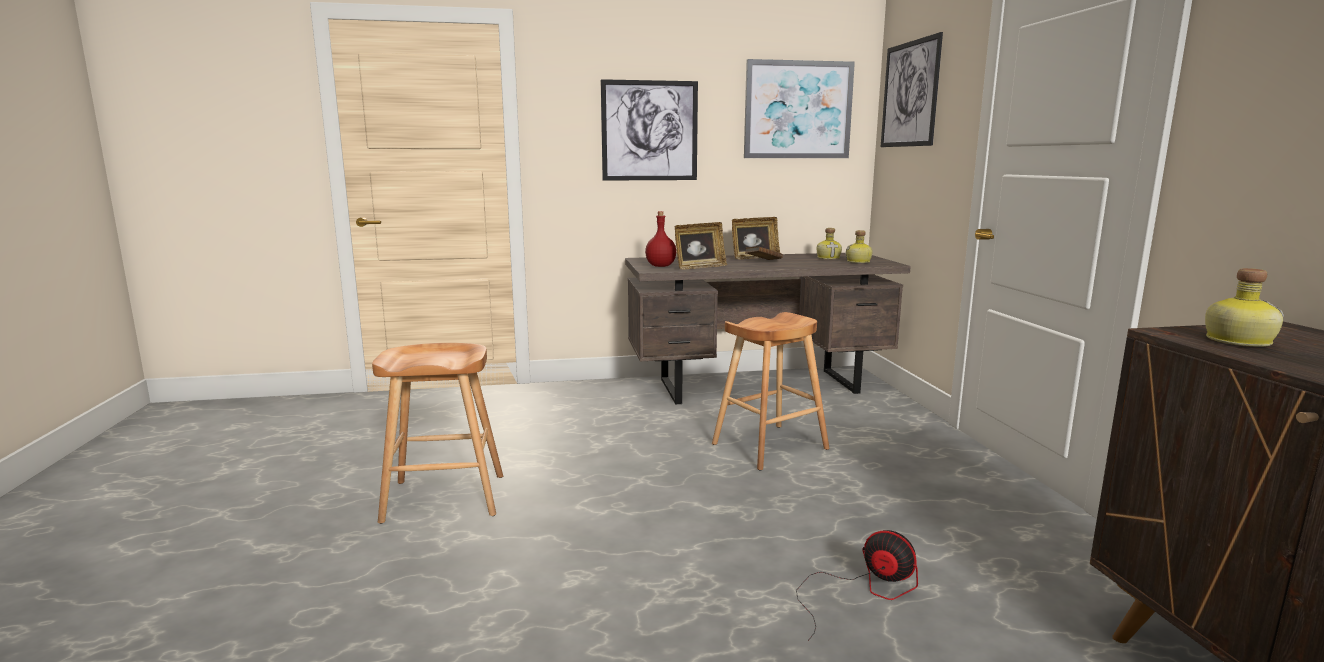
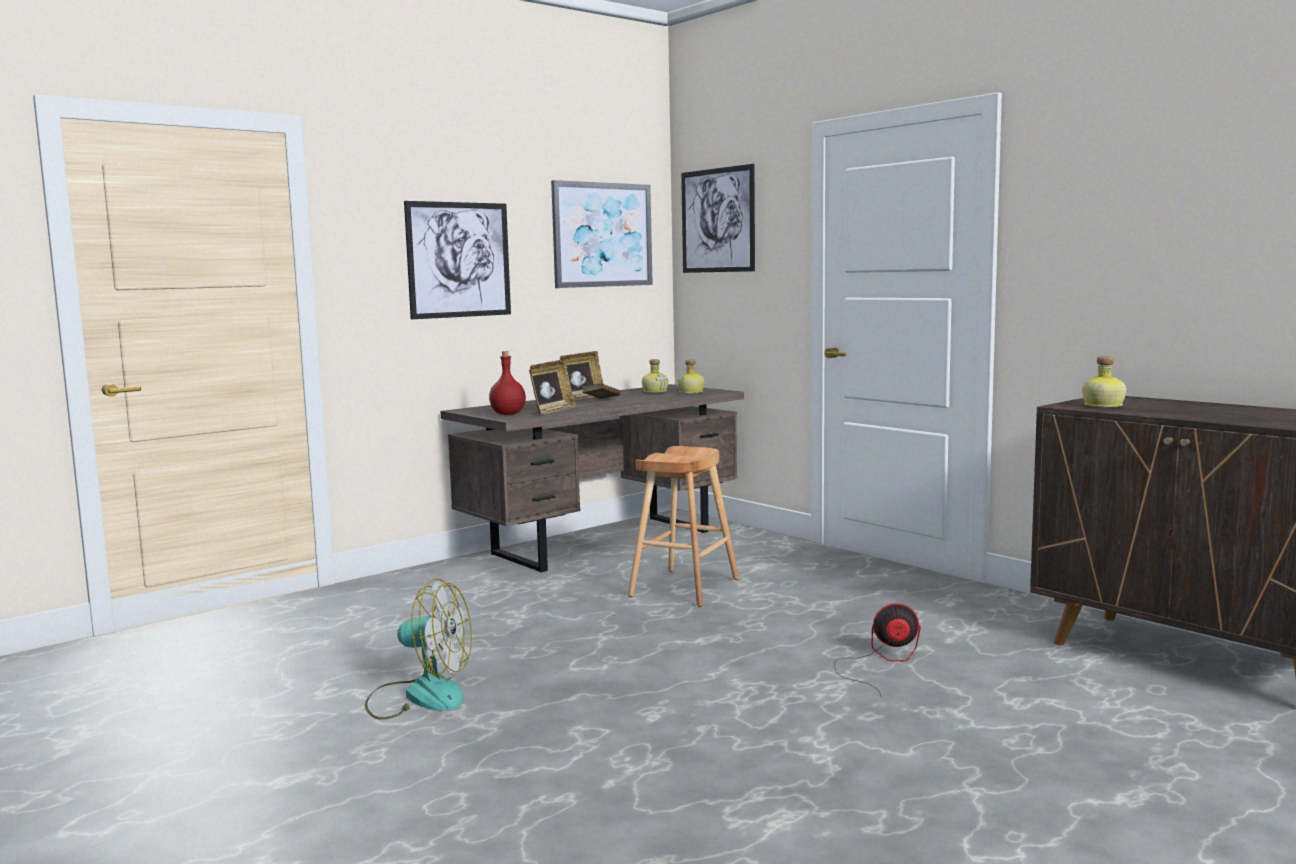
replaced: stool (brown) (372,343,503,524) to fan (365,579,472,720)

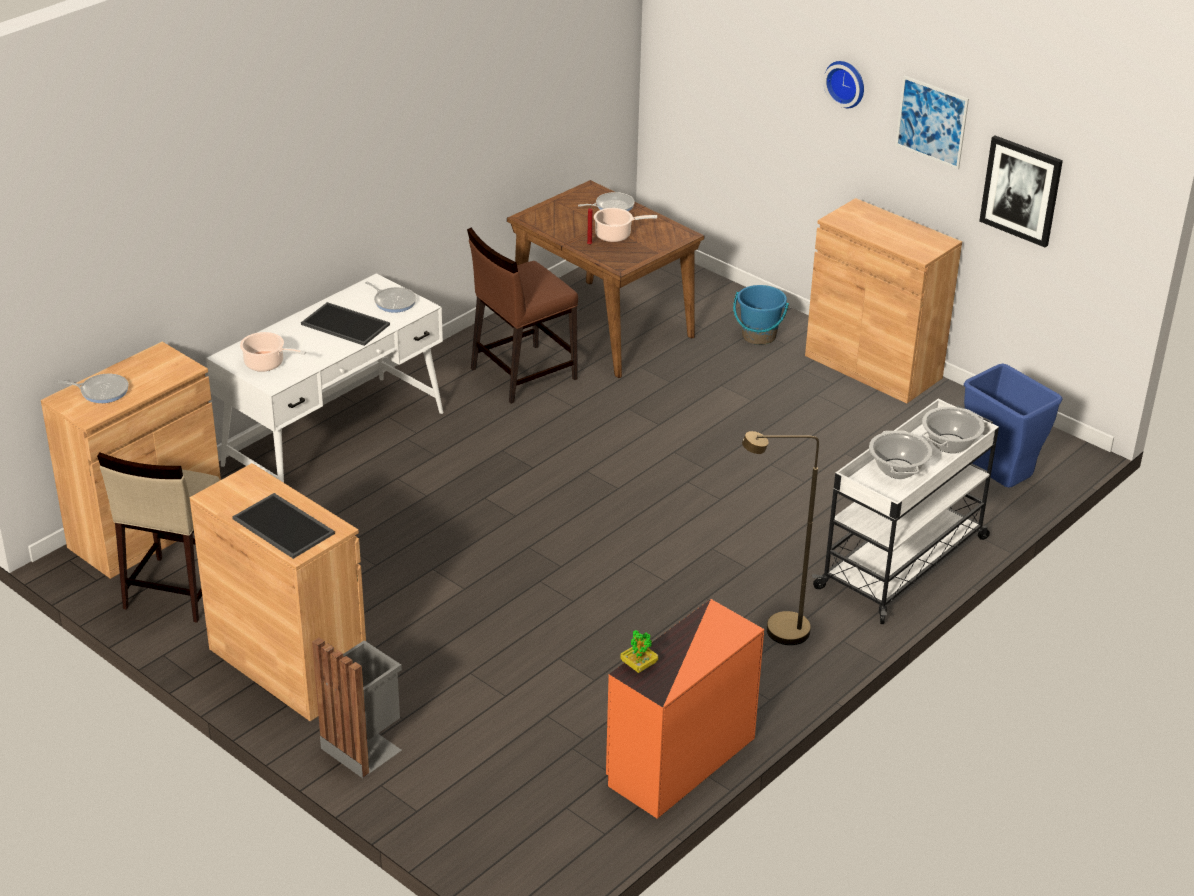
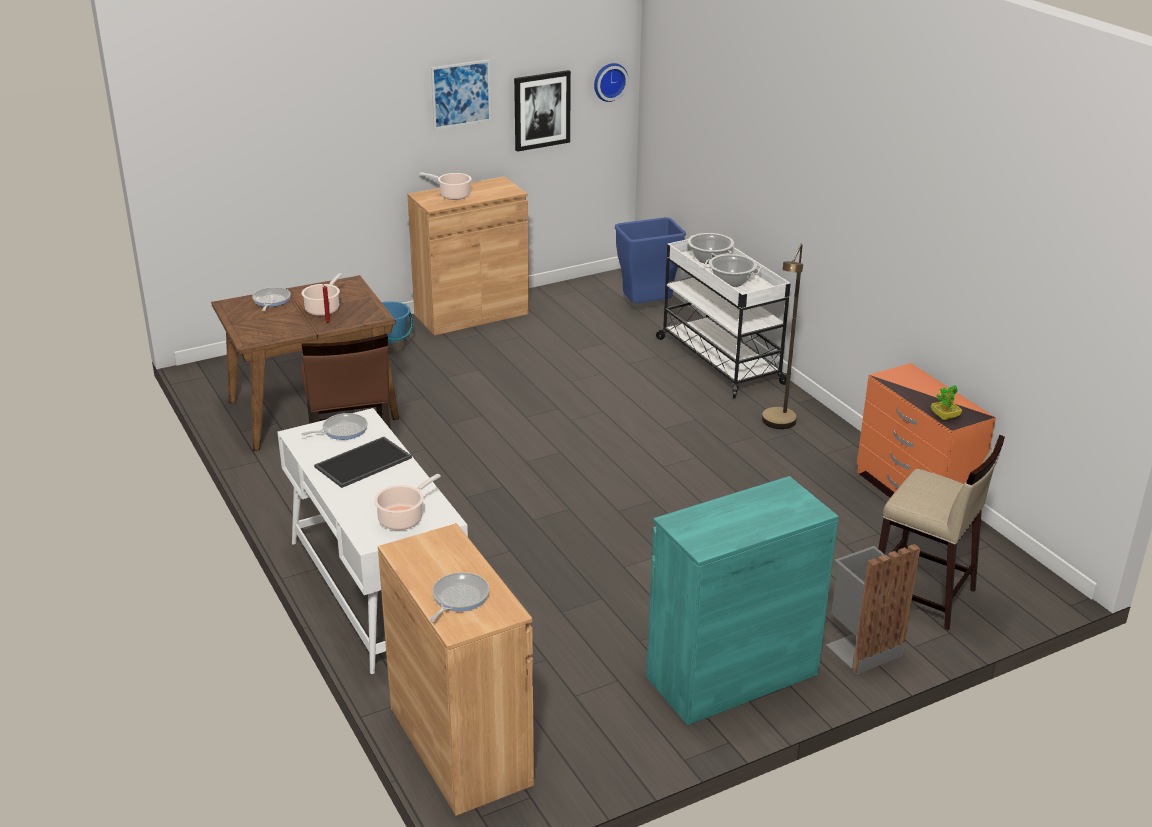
removed: tray (232,493,335,559)
added: cooking pot (419,172,472,200)
moved: wall clock (823,61,864,108) to (594,63,628,102); stool (beige) (97,452,220,622) to (878,435,1005,630)
recoloured: cabinet (brown) (190,463,366,721) to cabinet (turquoise) (646,476,839,725)

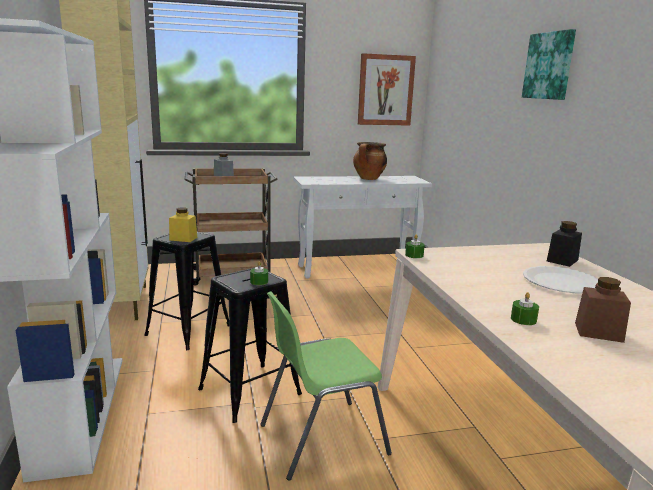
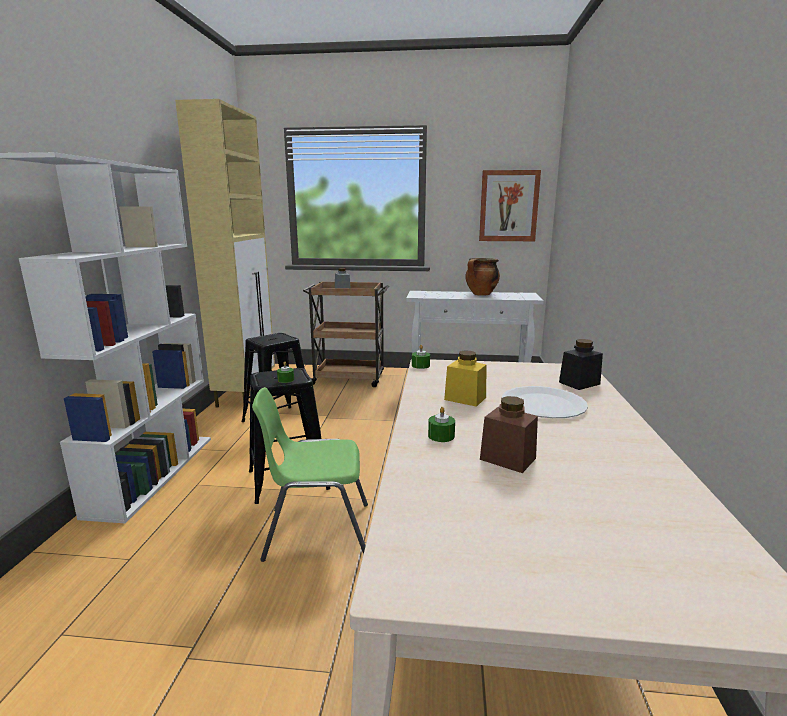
removed: picture (522,29,576,100)
moved: jar (yellow) (169,207,197,242) to (444,351,487,407)

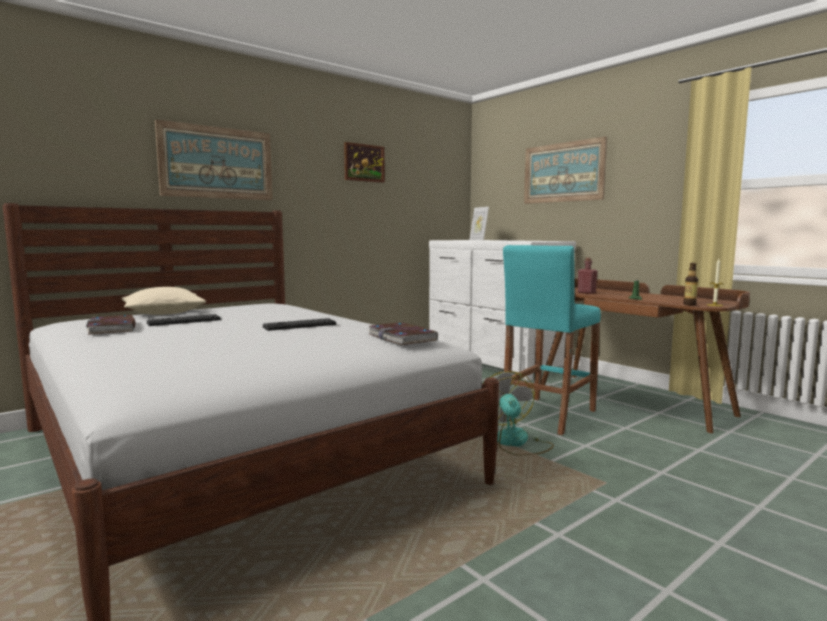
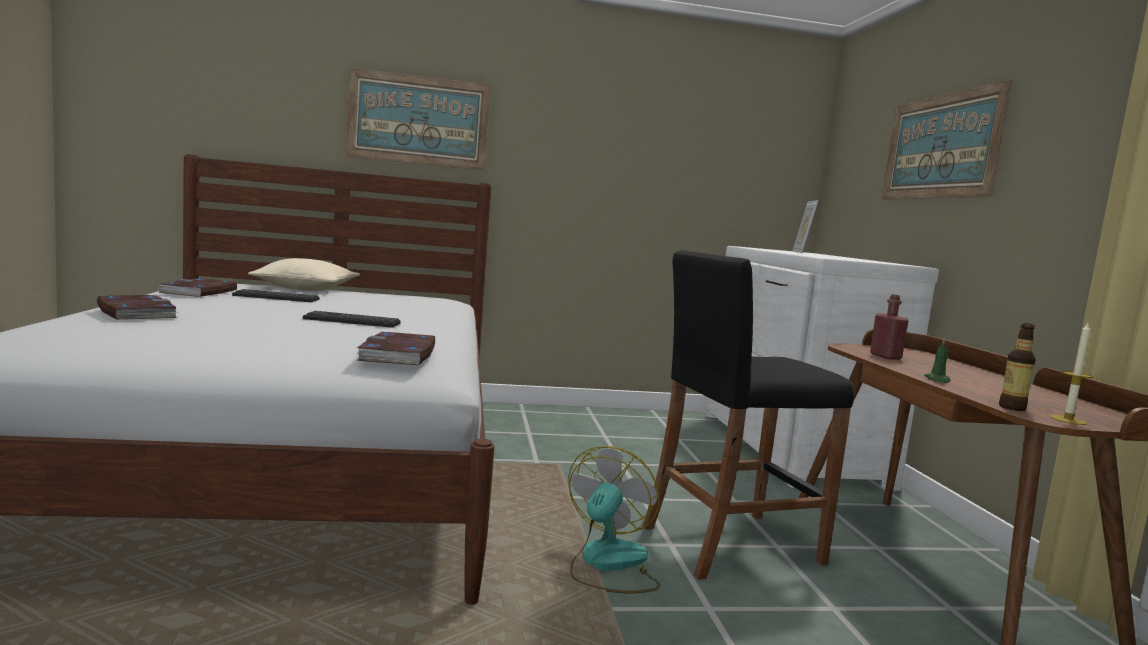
removed: picture (344,142,385,183)
added: book (97,295,180,320)
recoloured: stool (turquoise) (503,245,601,435) to stool (black) (644,250,854,580)

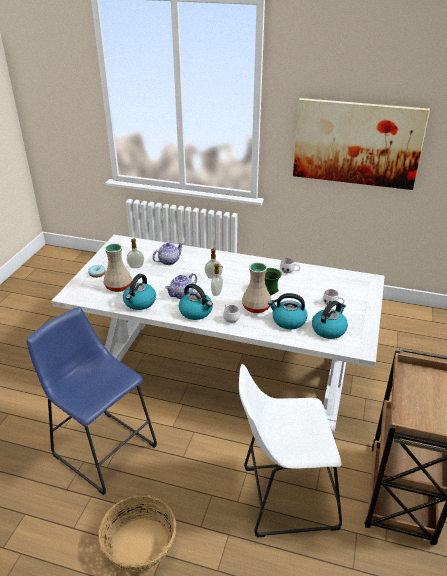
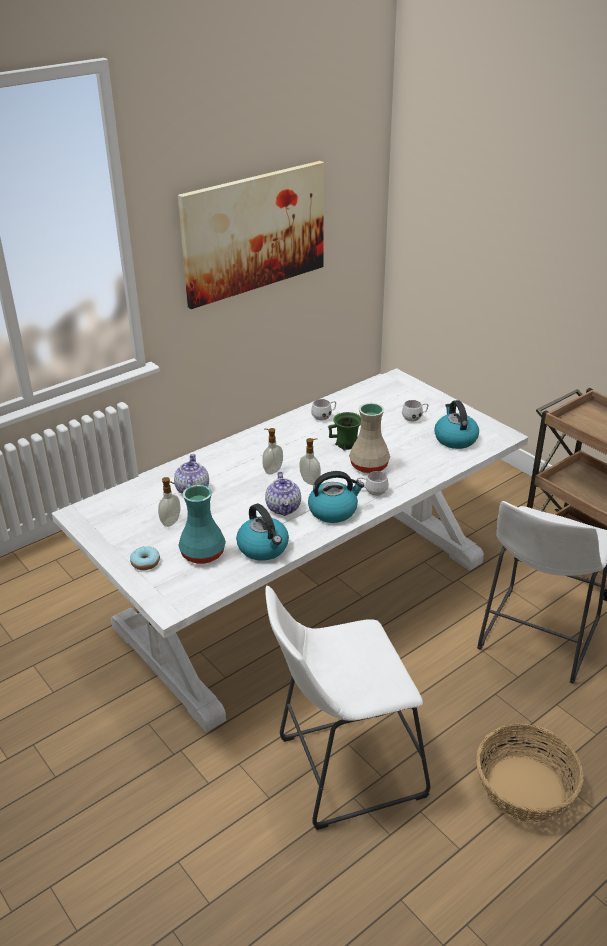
removed: kettle (268,293,307,329)
recoloured: vase (beige) (104,243,132,292) to vase (turquoise) (178,485,226,564); stool (blue) (26,307,157,495) to stool (white) (265,586,430,830)

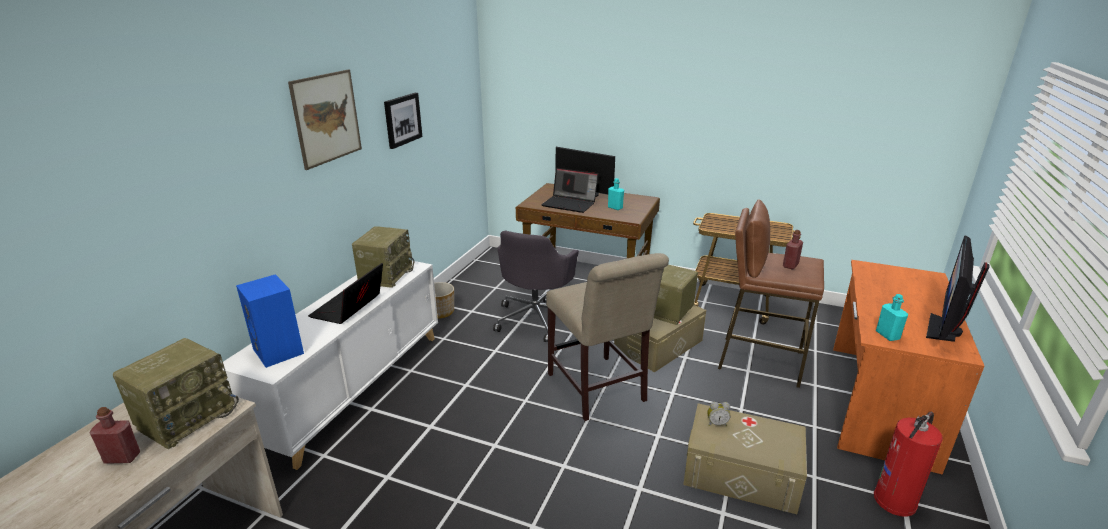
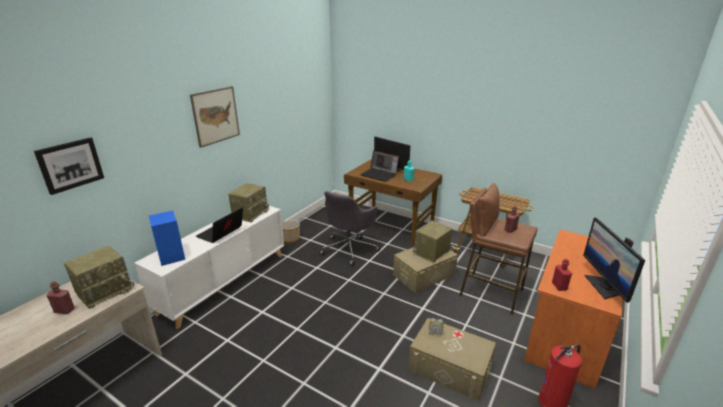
removed: chair (beige) (546,253,669,421)
moved: picture (384,93,422,149) to (34,137,104,195)
recoloured: bottle (turquoise) (876,294,908,341) to bottle (red) (552,259,572,291)
turned: monitor (926,235,990,342) = (583,218,645,303) 45 degrees counterclockwise

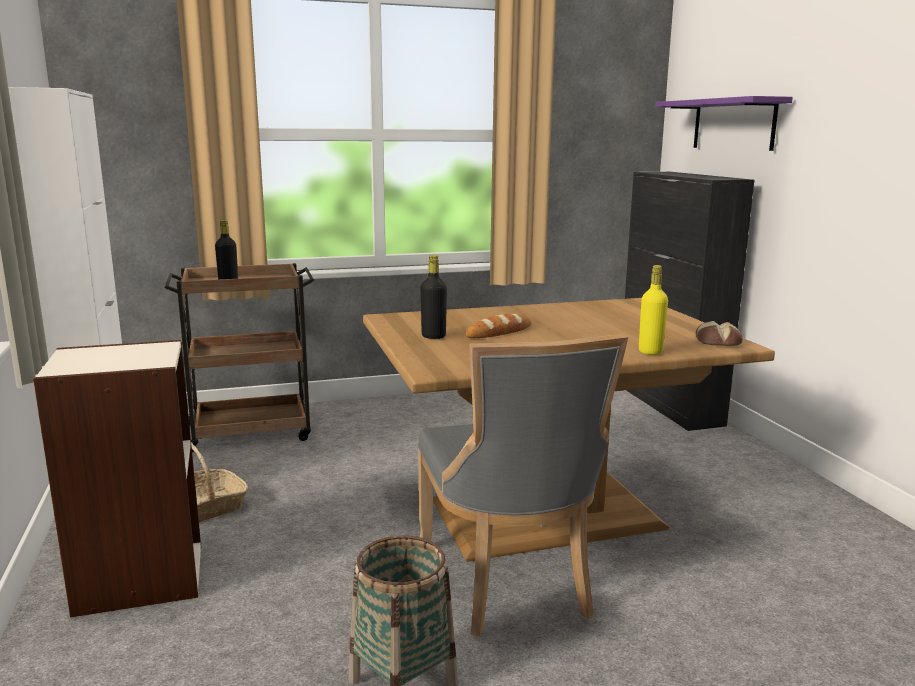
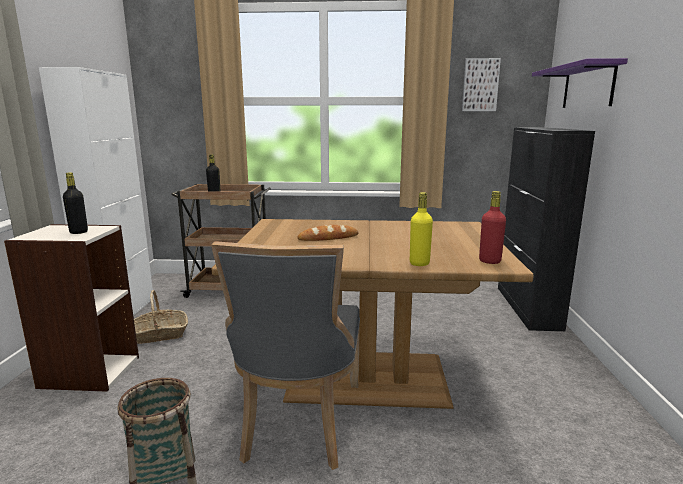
added: picture (462,58,501,111)
moved: bottle (black) (421,255,447,339) to (63,172,88,234)
replaced: bread (695,321,743,346) to bottle (red) (479,191,506,264)

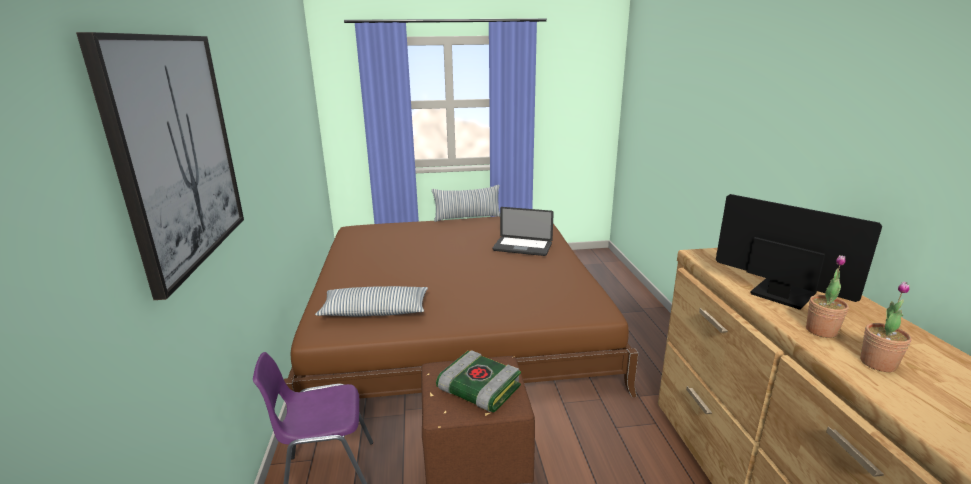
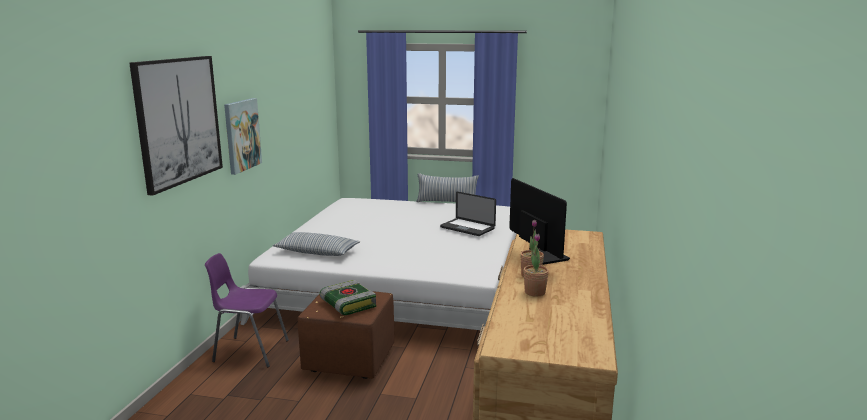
added: picture (224,98,262,175)
recoloured: bed (brown) (284,216,638,407) to bed (white) (240,198,516,330)

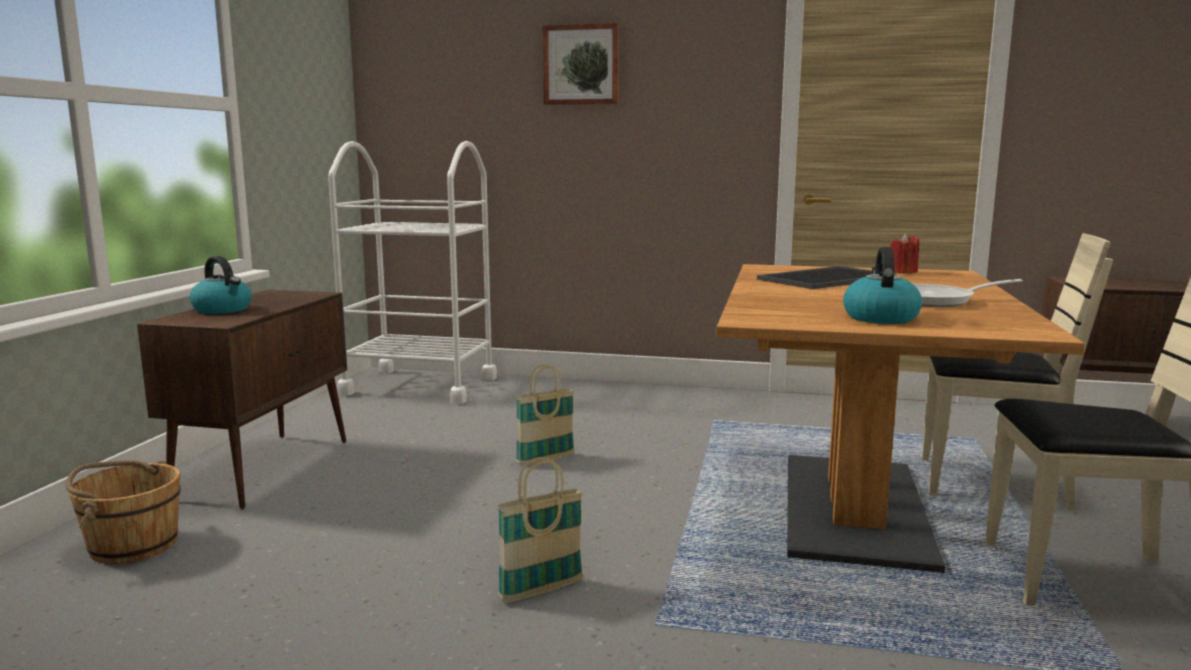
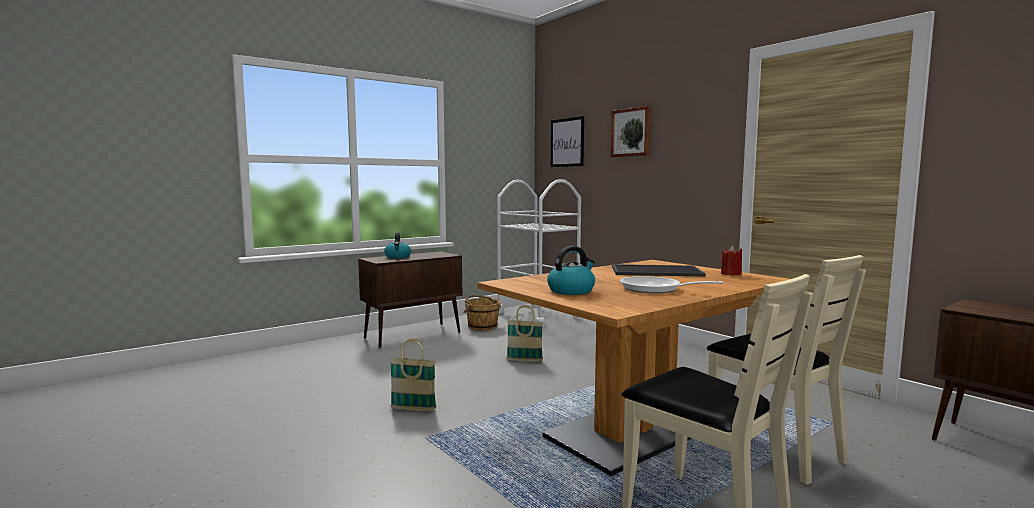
added: picture (551,116,584,167)
moved: bucket (brown) (65,460,181,564) to (464,295,501,330)

